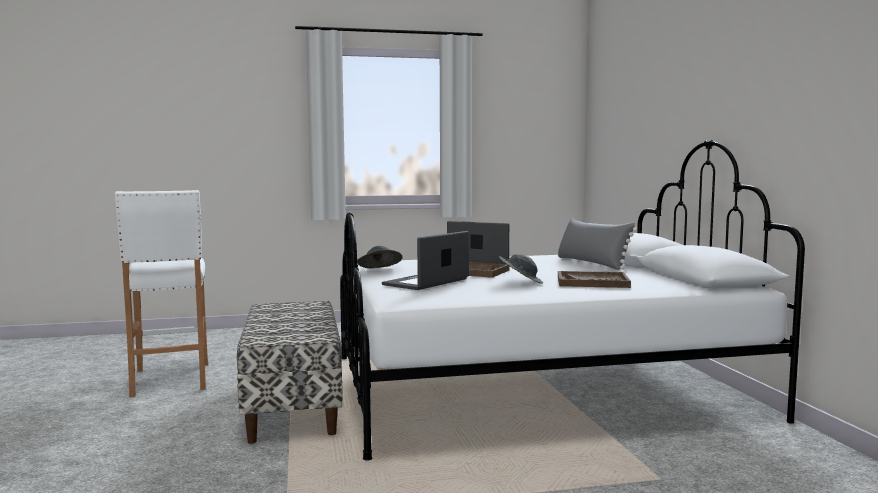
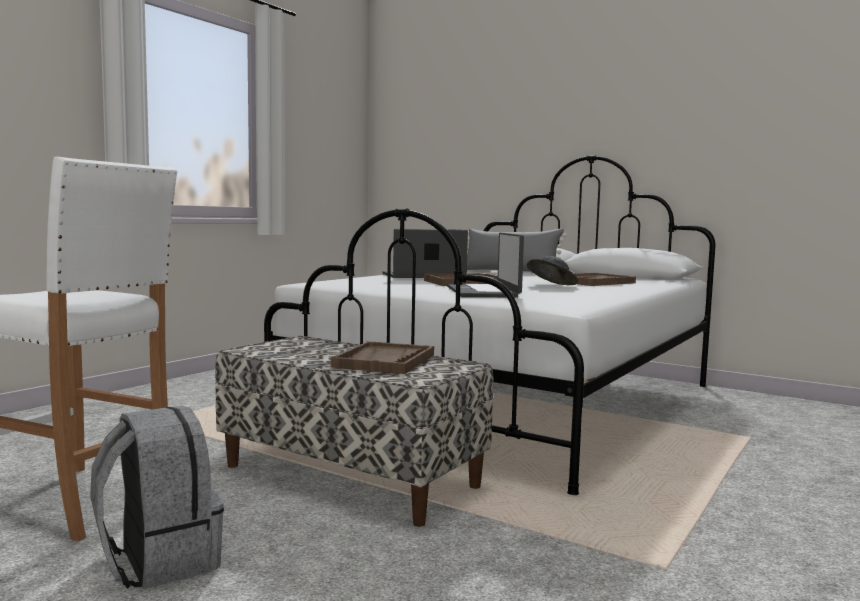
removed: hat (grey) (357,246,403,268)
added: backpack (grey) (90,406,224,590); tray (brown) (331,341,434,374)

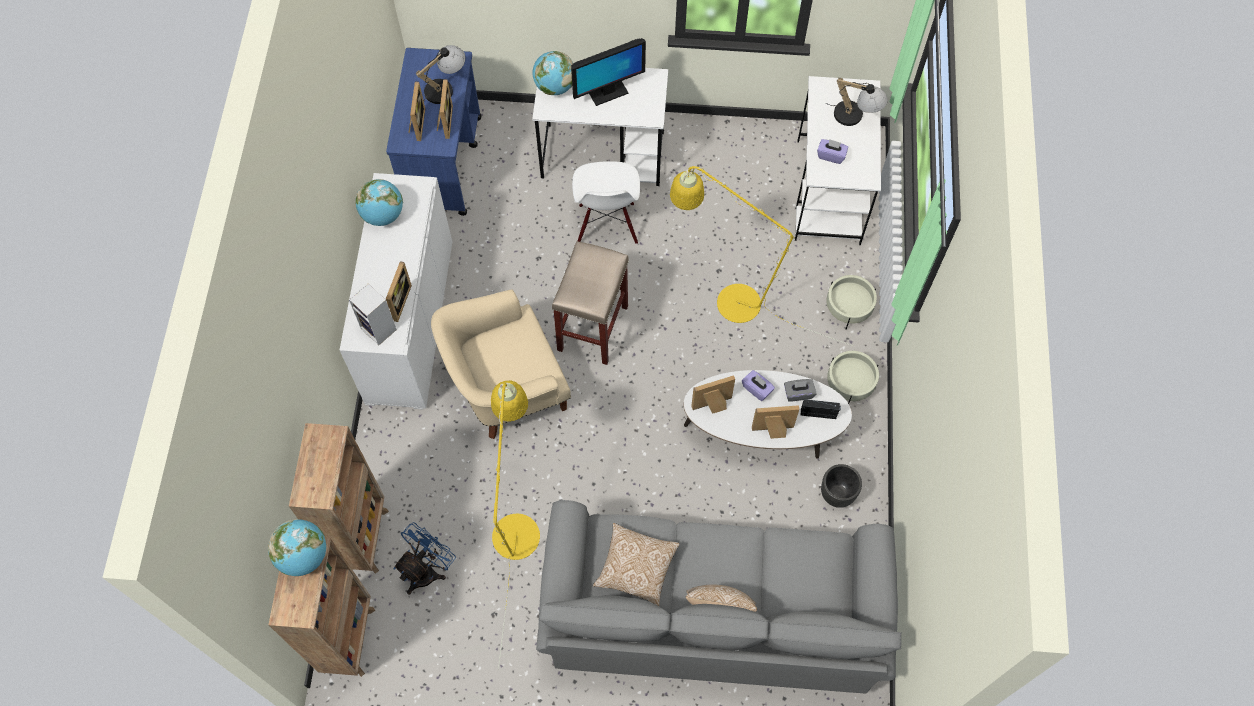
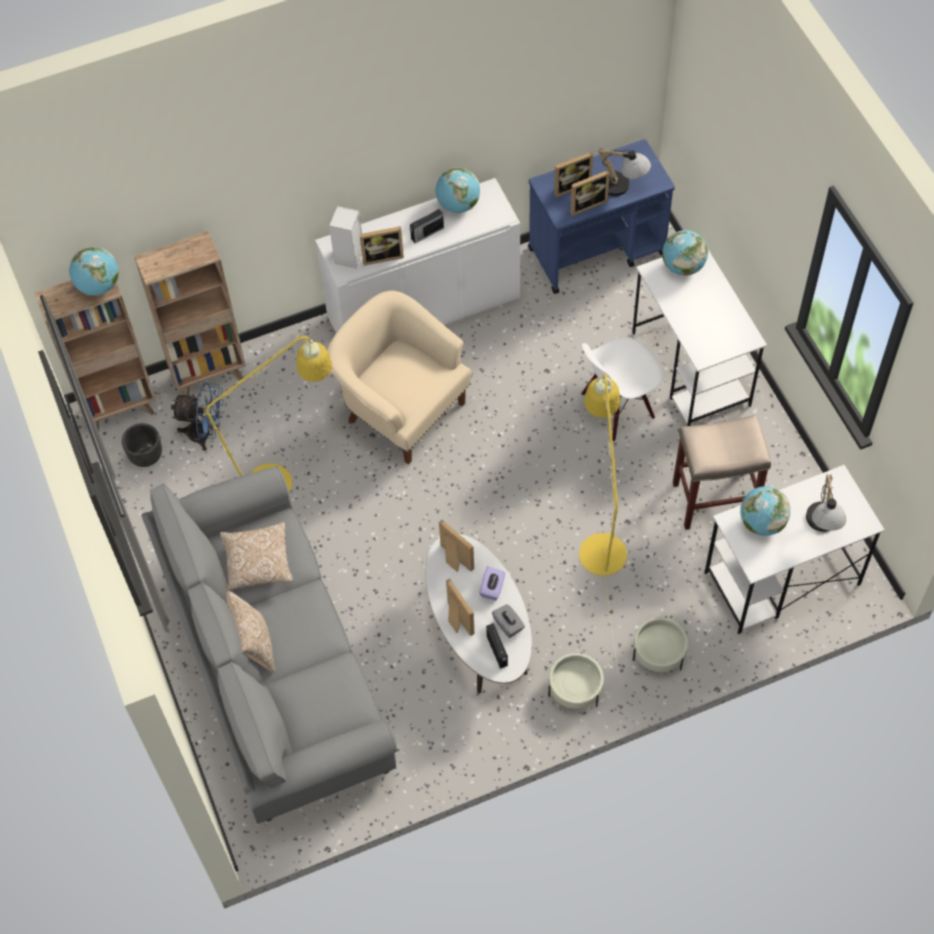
removed: monitor (571,38,646,106)
added: radio (410,209,444,243)
moved: planter (black) (821,464,862,508) to (122,423,162,467); stool (beige) (552,241,629,365) to (673,415,771,530)
replaced: tissue box (purple) (817,139,848,164) to globe (740,486,790,536)

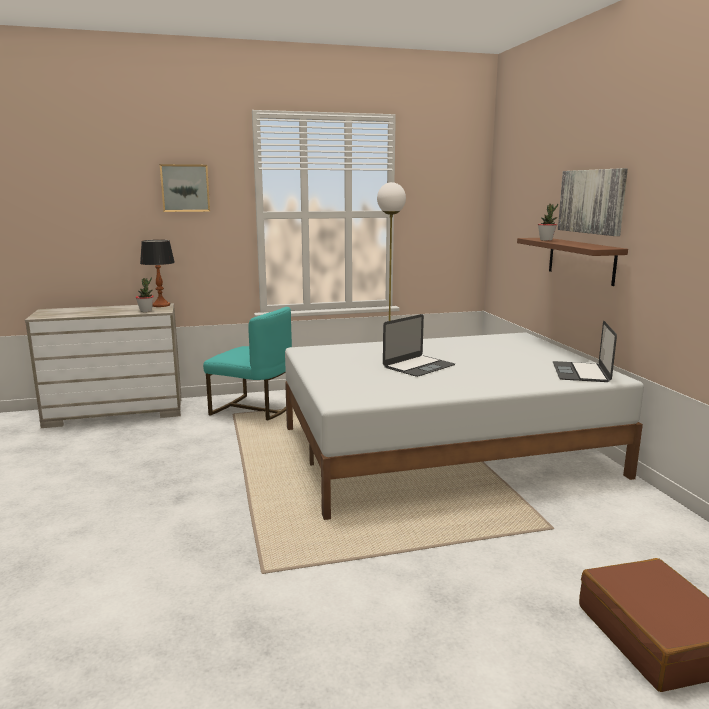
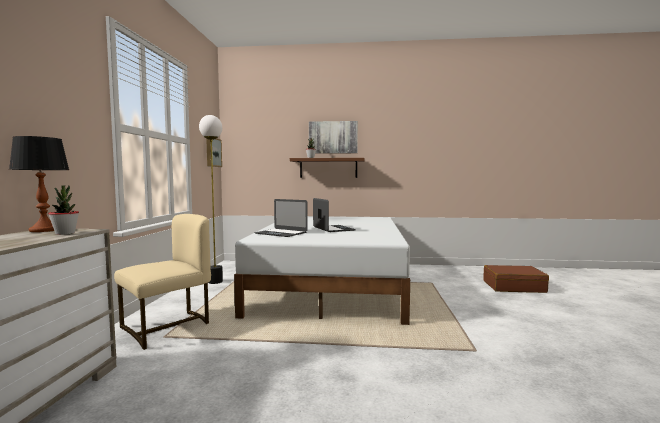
moved: picture (160,164,210,212) to (206,139,222,167); laptop (553,321,617,382) to (254,199,308,237)
recoloured: chair (turquoise) (203,307,292,420) to chair (beige) (114,214,211,350)

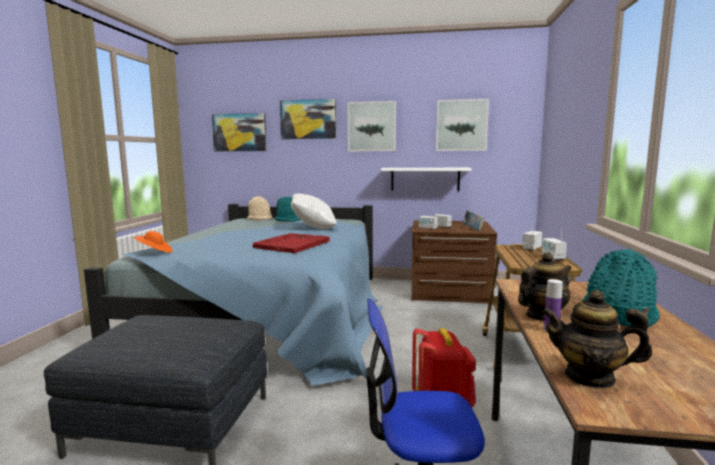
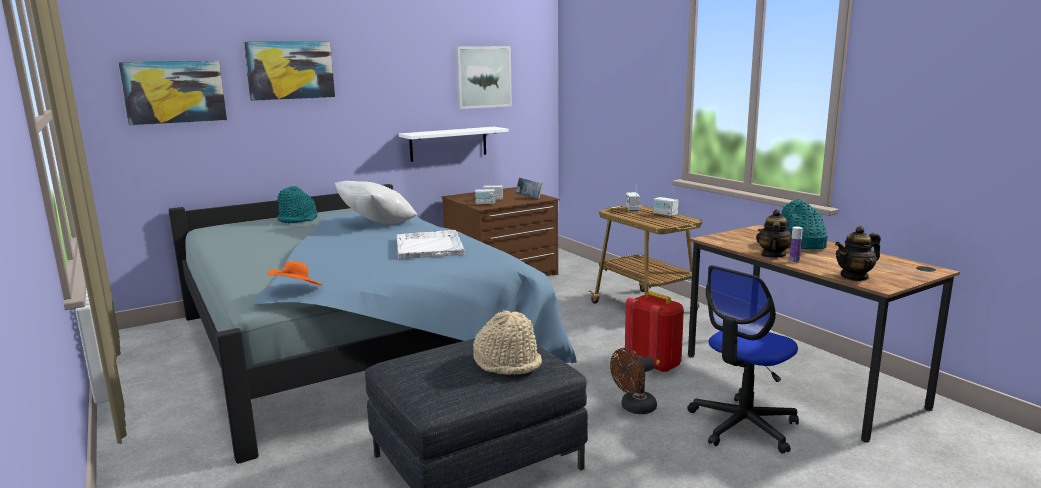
removed: picture (347,101,396,152)
added: fan (brown) (610,348,657,414)
moved: hat (beige) (247,196,272,220) to (473,310,542,375)
recoloured: tray (red) (253,233,330,253) to tray (white) (397,230,464,259)

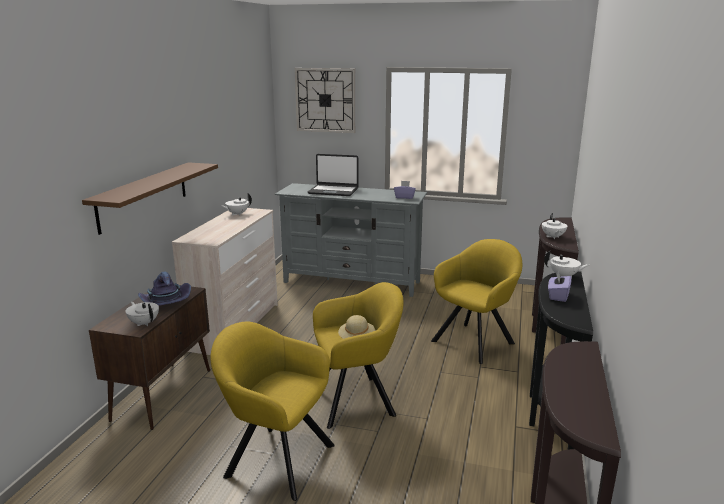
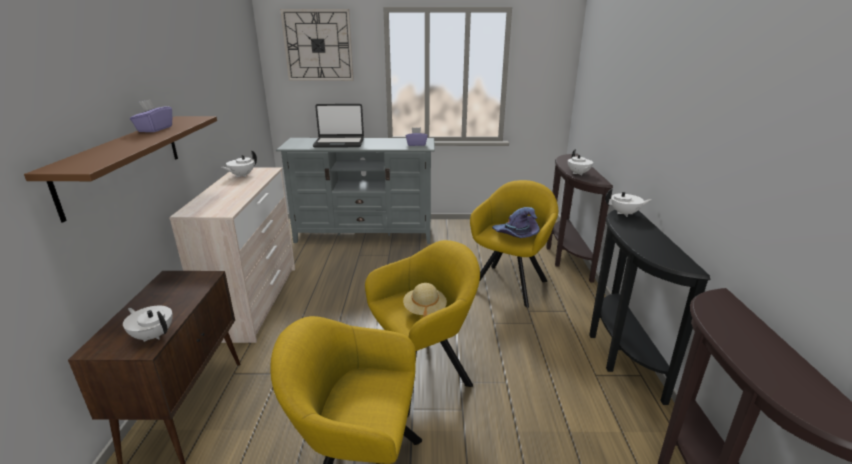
moved: tissue box (purple) (548,270,572,302) to (130,100,172,132); hat (purple) (138,271,191,306) to (492,207,540,238)

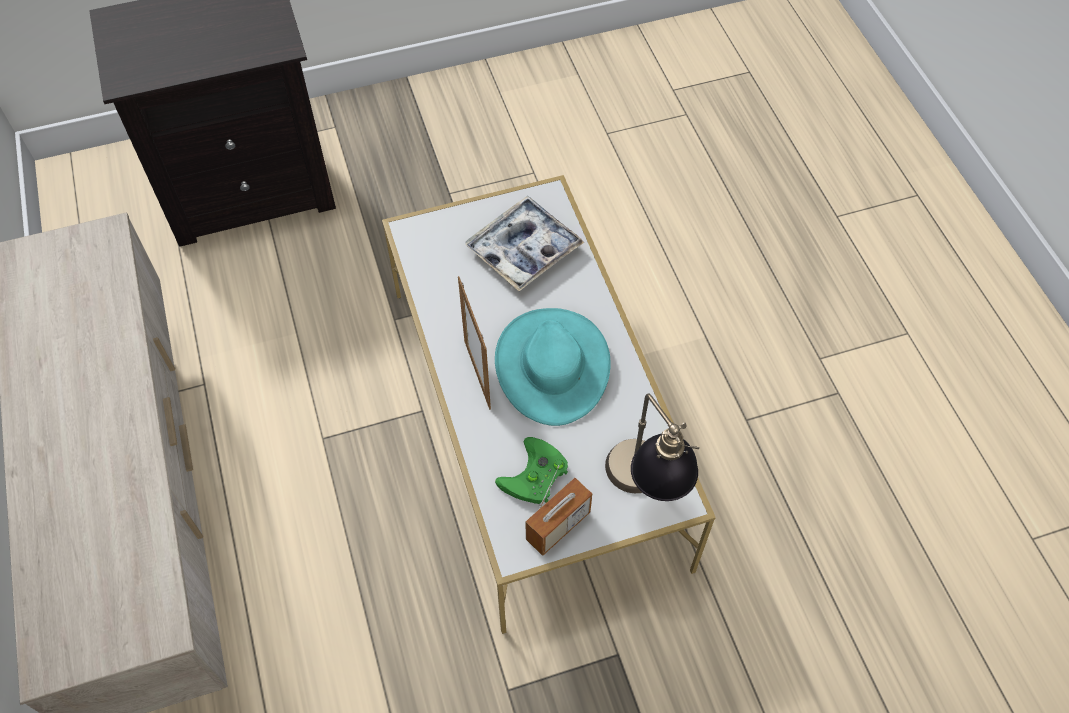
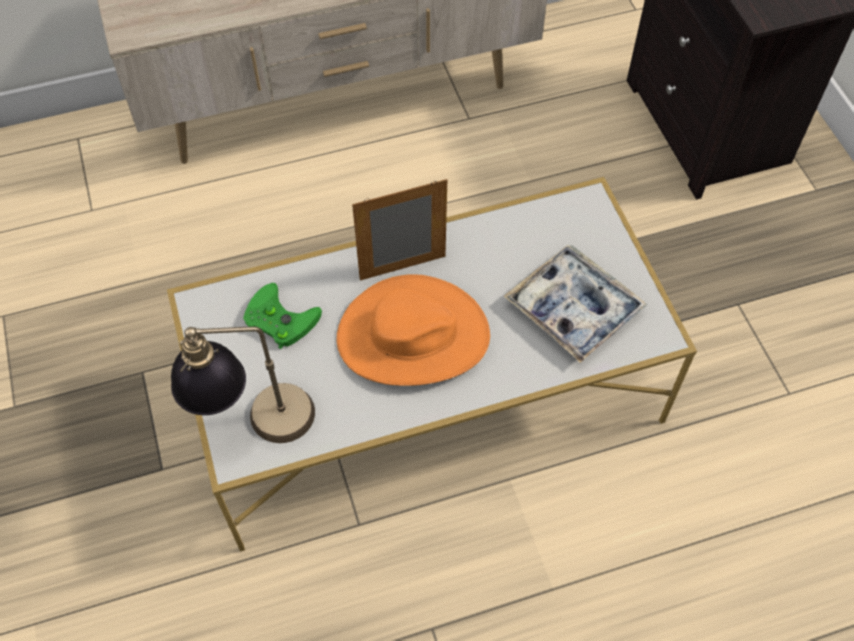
removed: radio (526,465,592,556)
recoloured: hat (turquoise) (495,308,611,426) to hat (orange) (336,274,490,386)

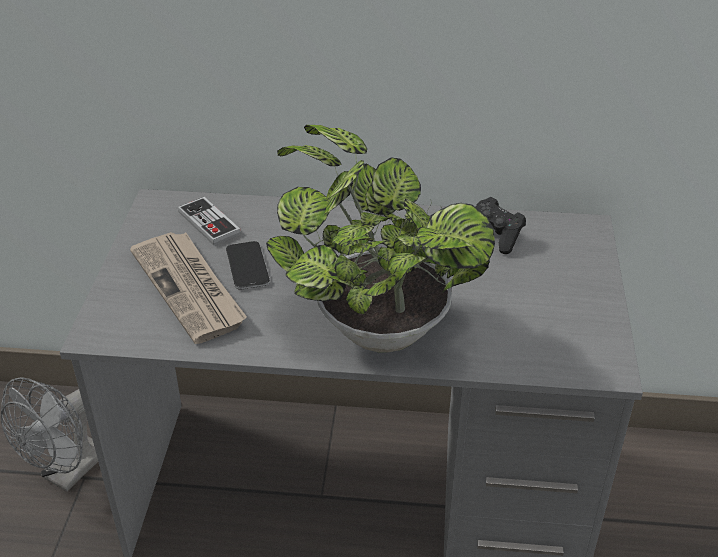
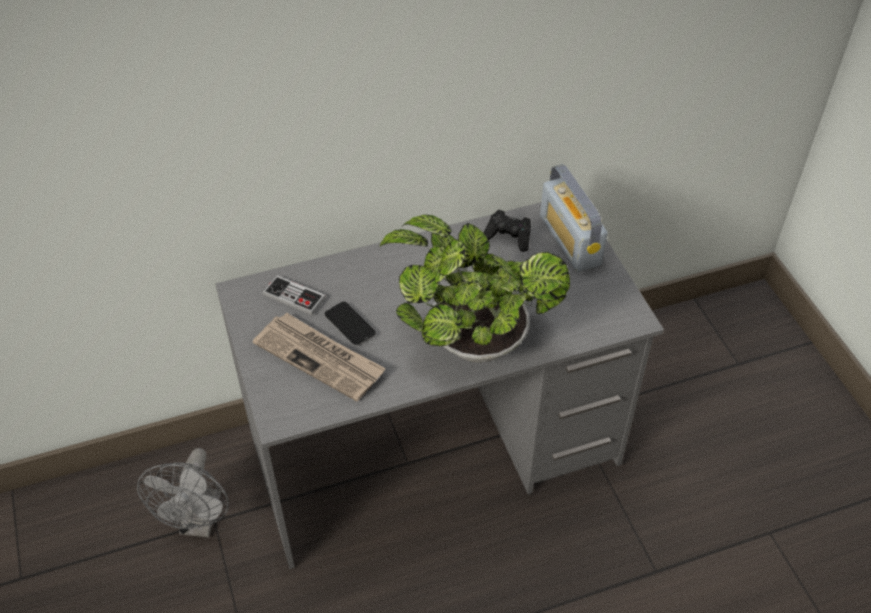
added: radio (540,164,607,272)

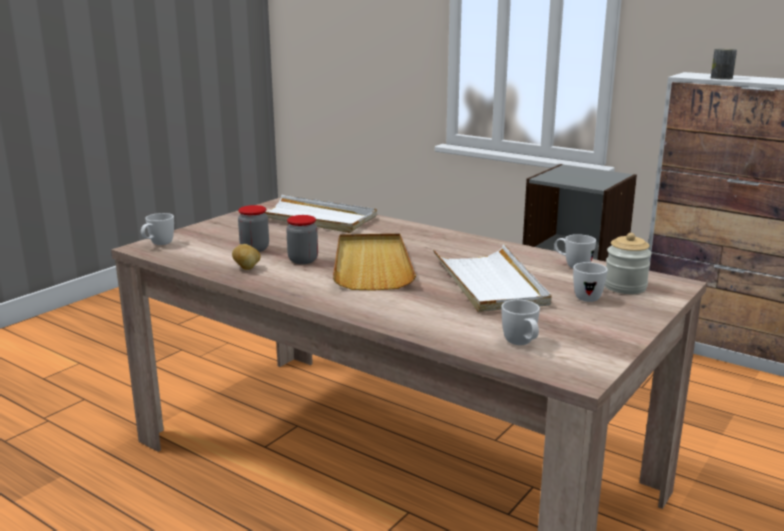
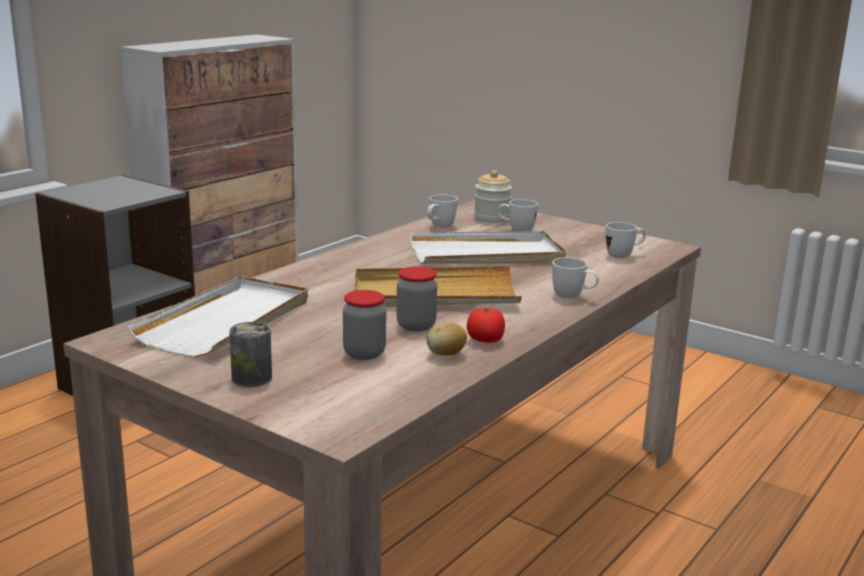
added: tomato (467,307,505,343)
moved: can (711,49,737,80) to (229,322,272,387); mug (white) (141,213,174,245) to (552,257,599,299)

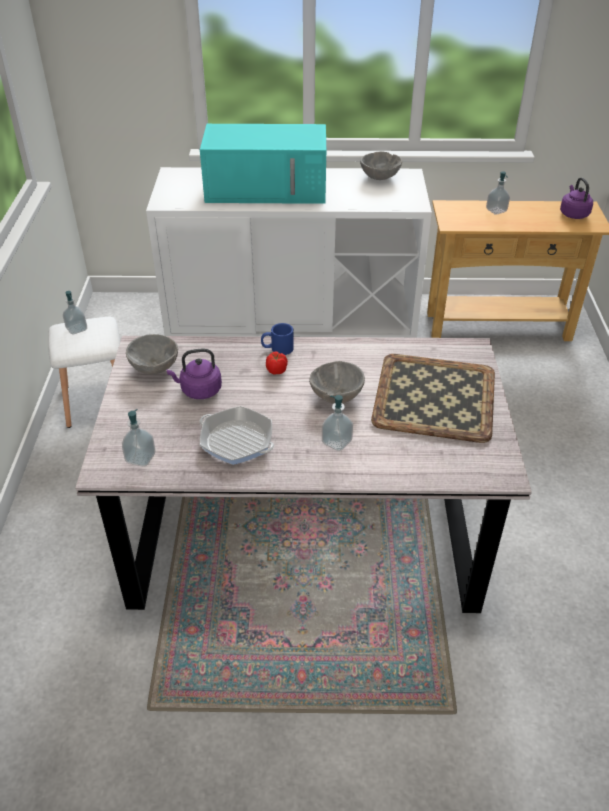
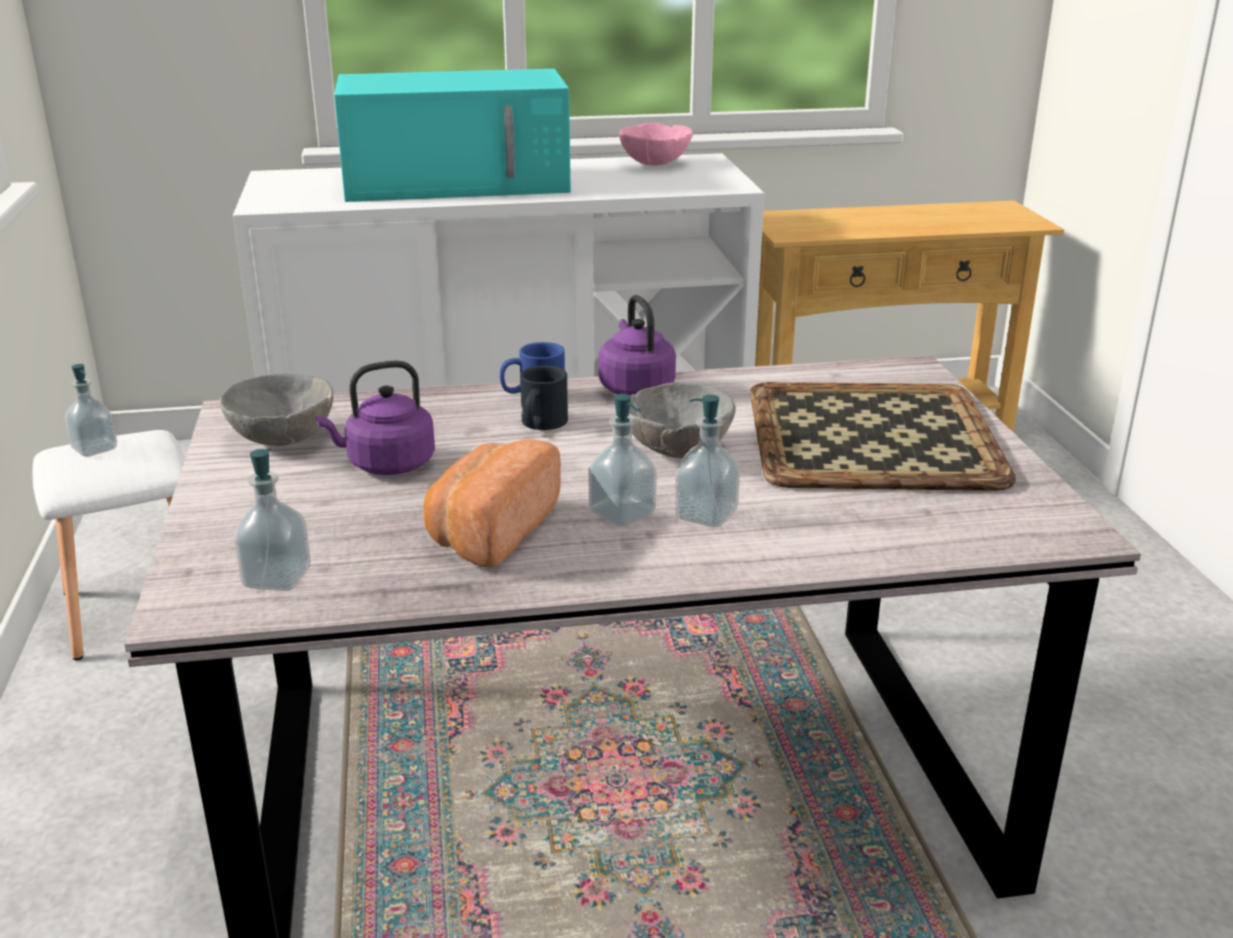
moved: soap dispenser (486,171,510,215) to (588,394,657,527); kettle (purple) (560,177,593,219) to (598,295,676,395)
replaced: frying pan (200,406,274,465) to bread (424,439,561,567); tomato (266,351,288,375) to mug (black) (520,365,568,430)
recoloured: bowl (grey) (360,151,402,180) to bowl (pink) (619,123,693,166)

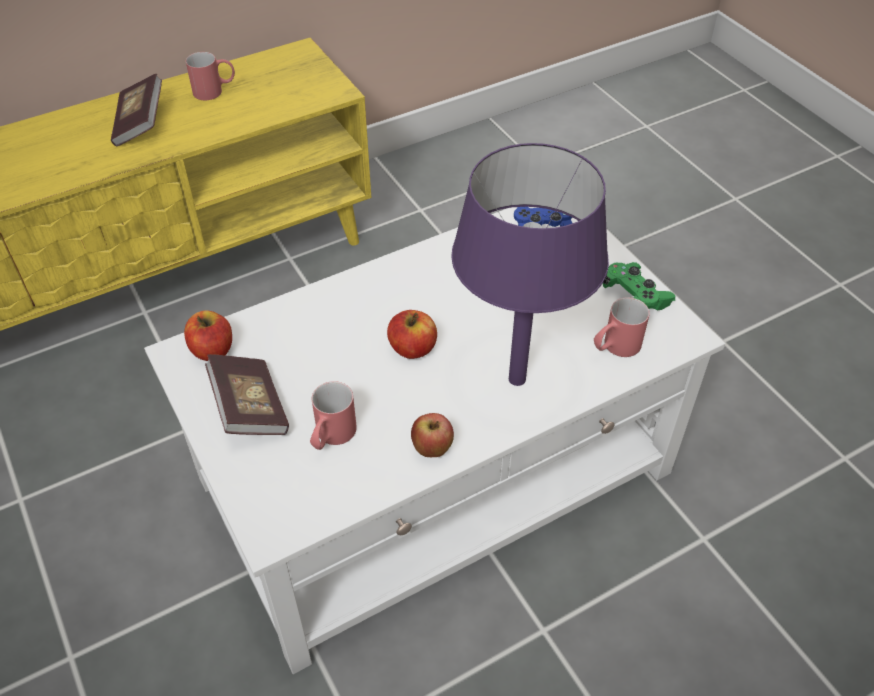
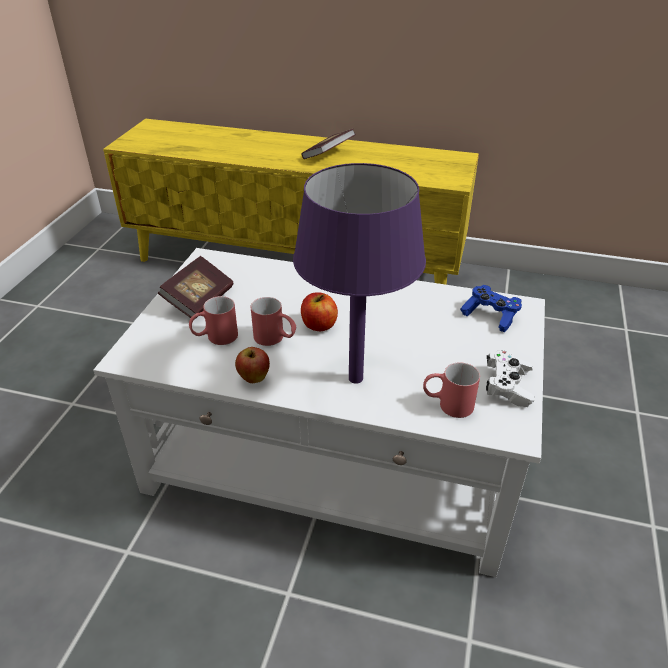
removed: apple (184,310,232,361)
moved: mug (red) (185,52,235,100) to (251,297,296,346)
recoloured: game controller (green) (603,262,676,310) to game controller (white) (486,350,535,407)

